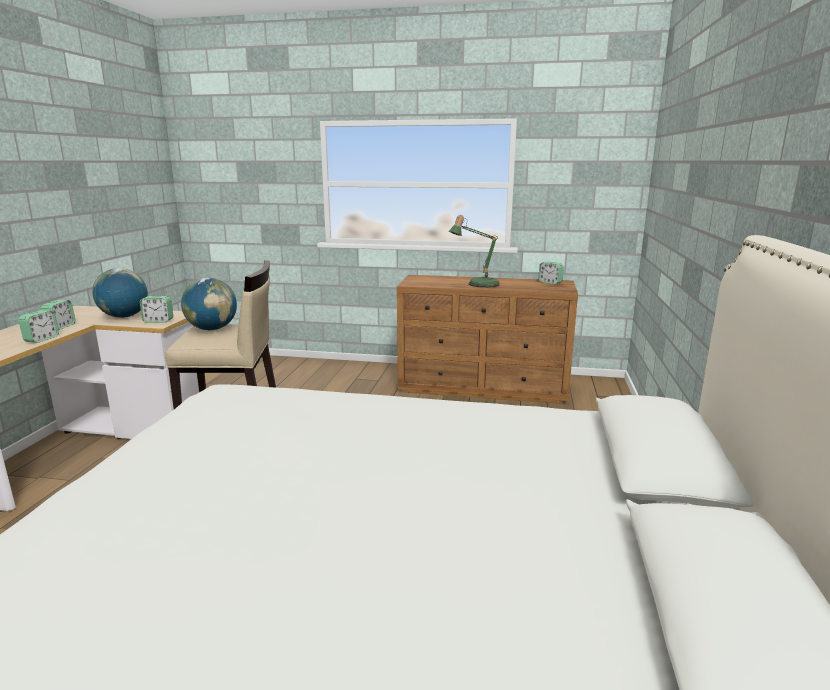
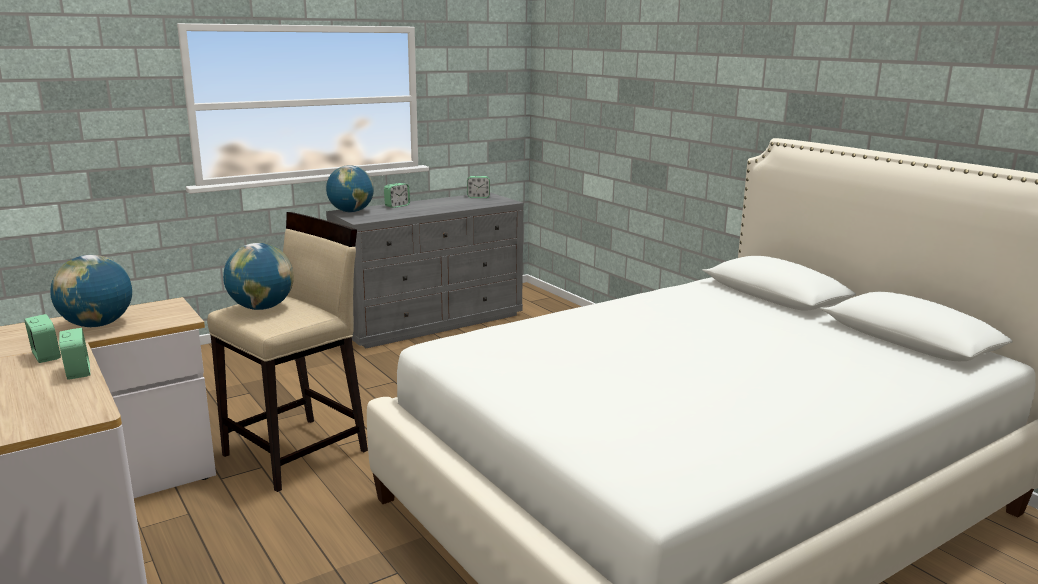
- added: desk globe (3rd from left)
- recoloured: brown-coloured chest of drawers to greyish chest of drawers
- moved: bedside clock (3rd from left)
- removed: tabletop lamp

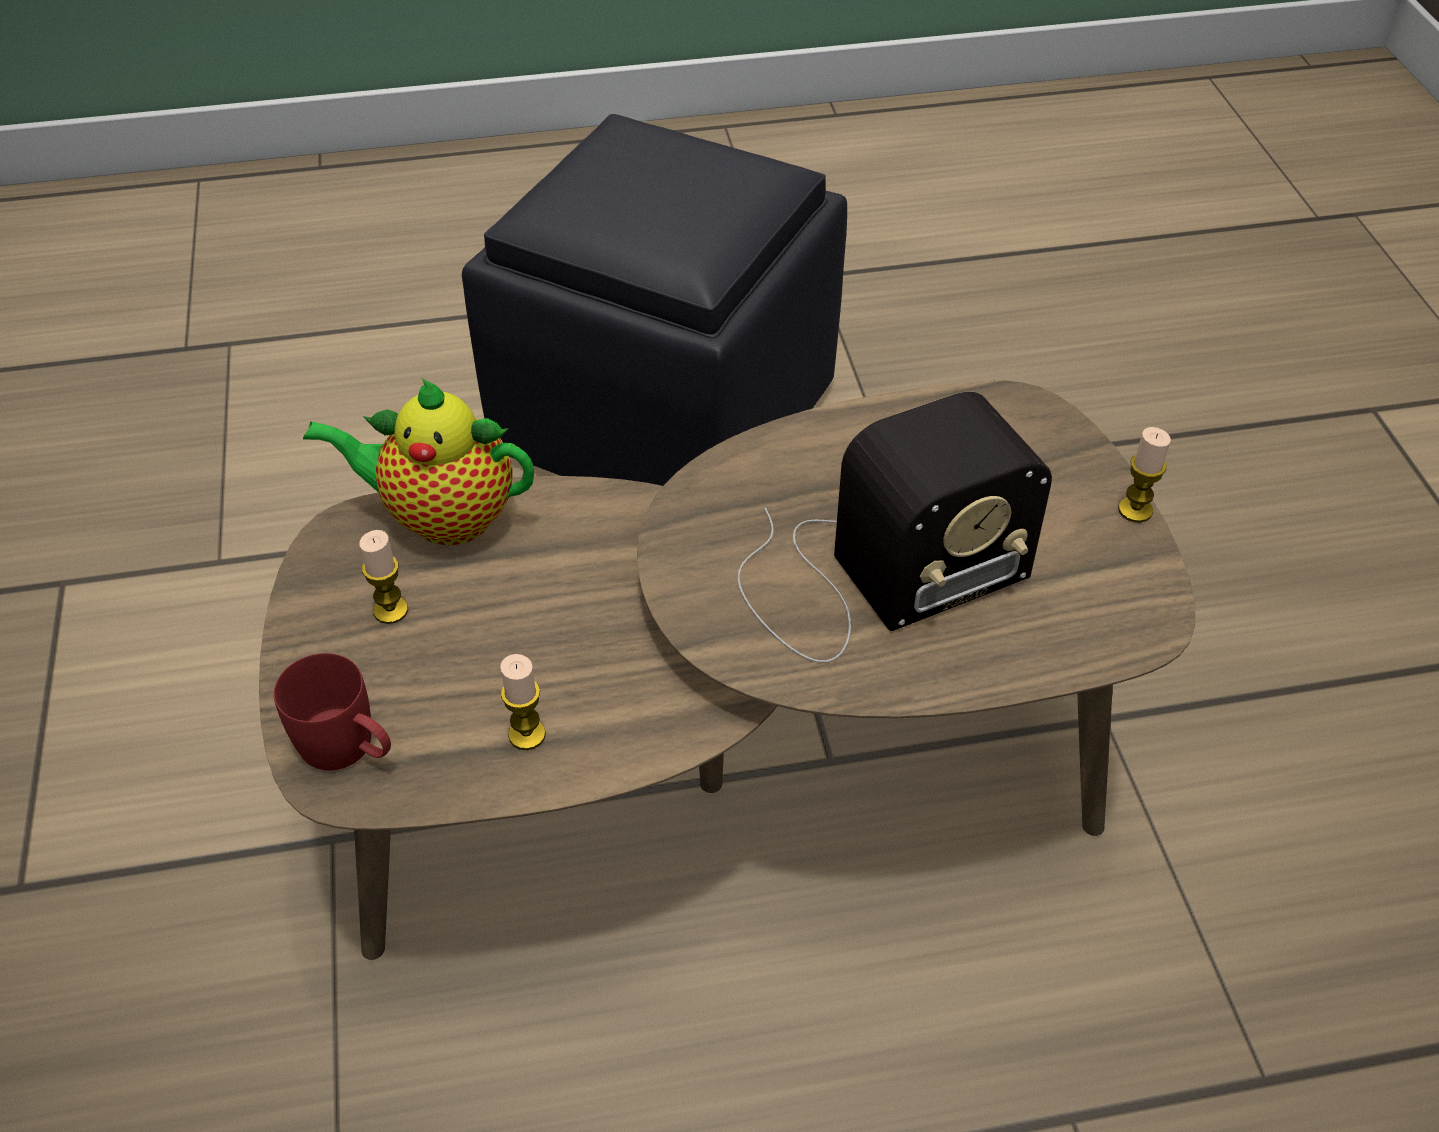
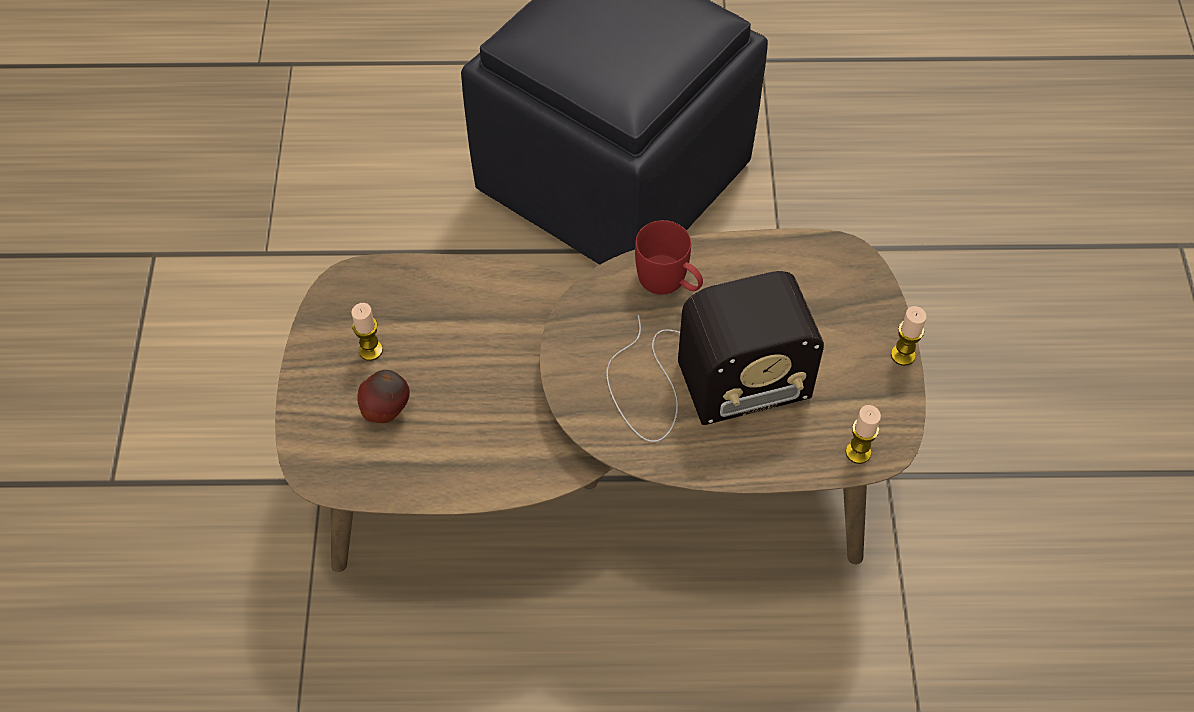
- added: apple
- moved: reddish mug
- moved: wax light (2nd from left)
- removed: tea pot

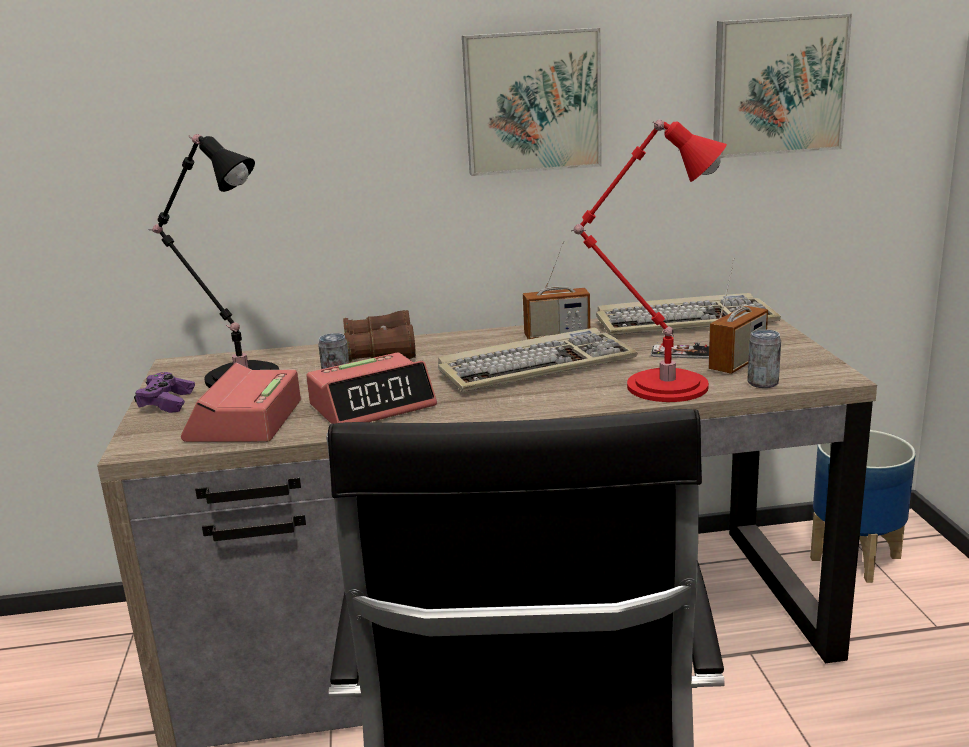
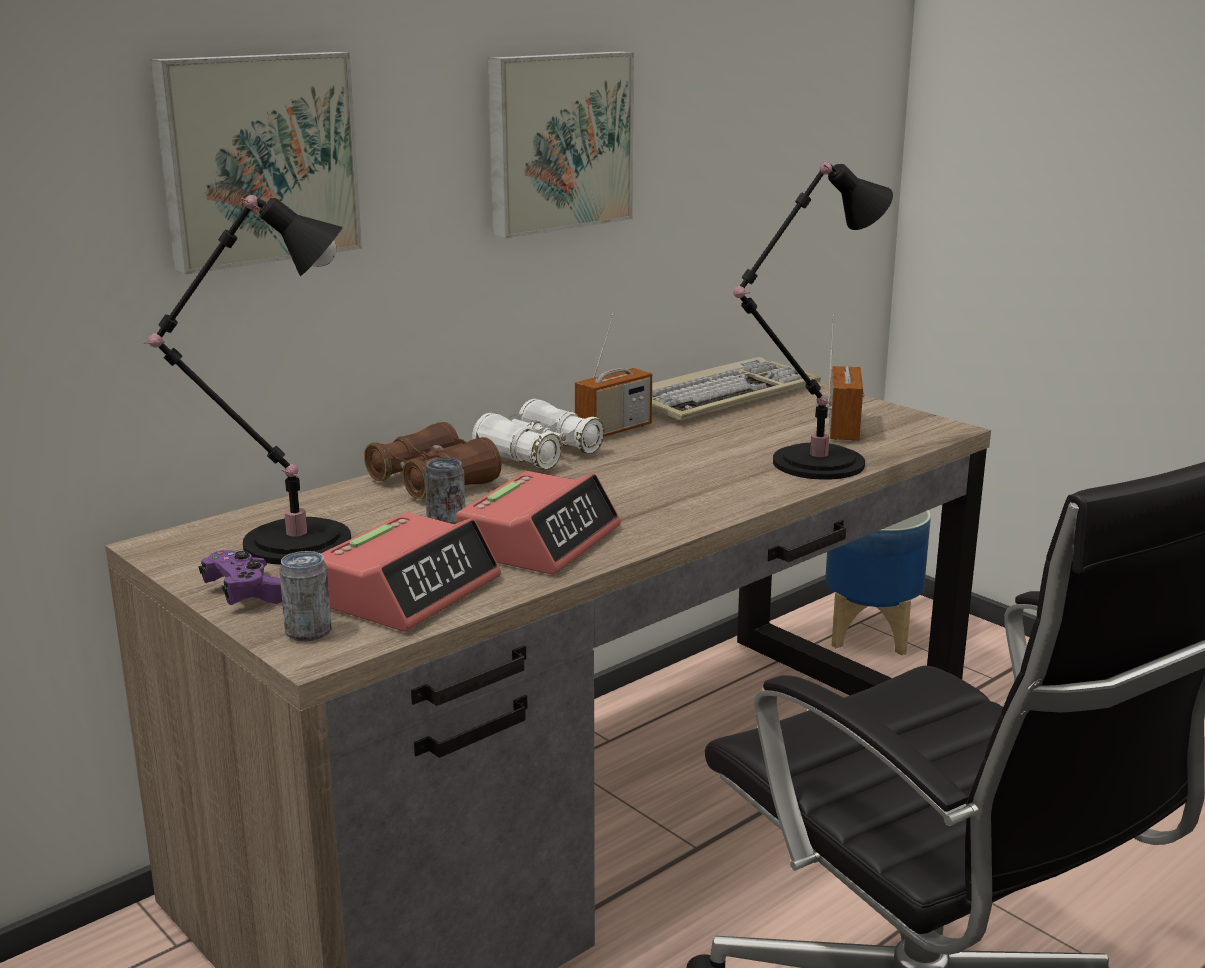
- moved: wall picture (2nd from left in the first image) to wall picture (1st from left)
- moved: metal can (2nd from left in the first image) to metal can (1st from left)
- turned: bedside clock (1st from left) 120 degrees counterclockwise
- added: whitish pair of binoculars
- recoloured: reddish tabletop lamp to black-coloured tabletop lamp (2nd from left)
- removed: keyboard (1st from left)
- removed: handset

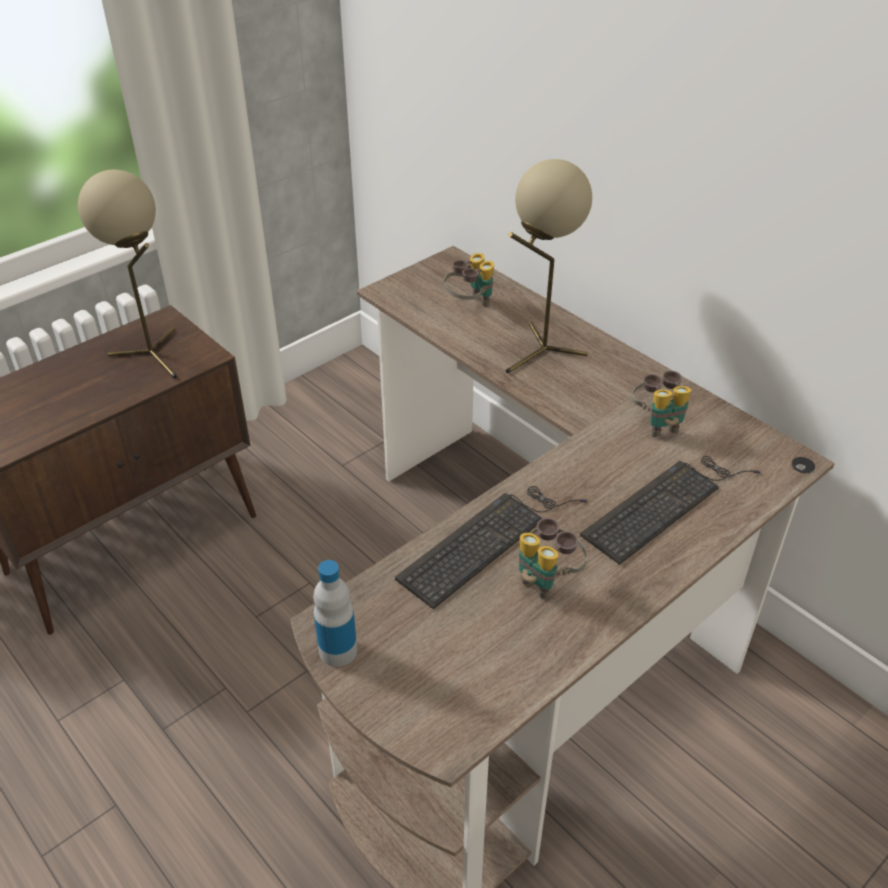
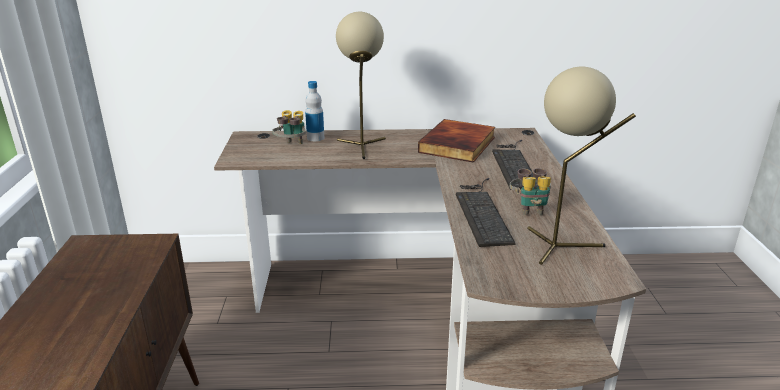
- moved: bottle
- replaced: pair of binoculars (3rd from left) to volume
- moved: beige tabletop lamp (1st from left in the first image) to beige tabletop lamp (2nd from left)

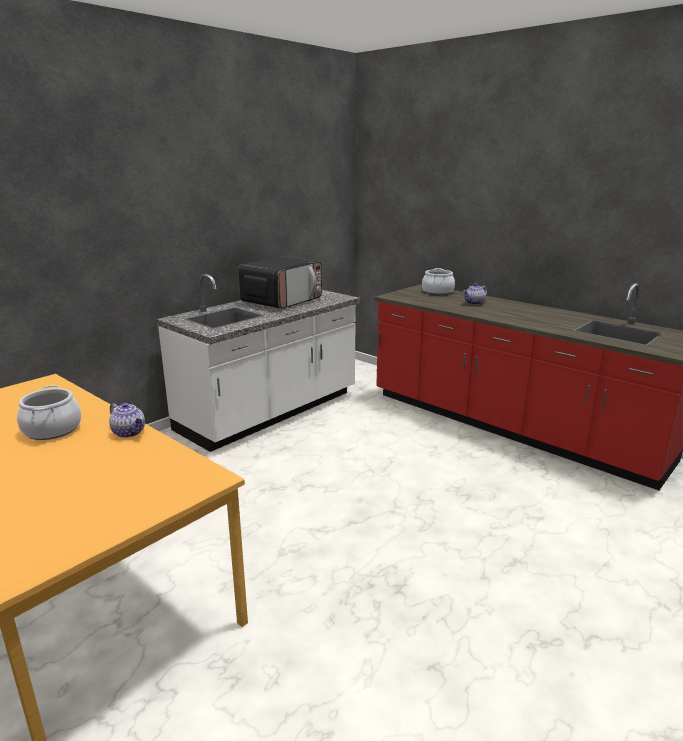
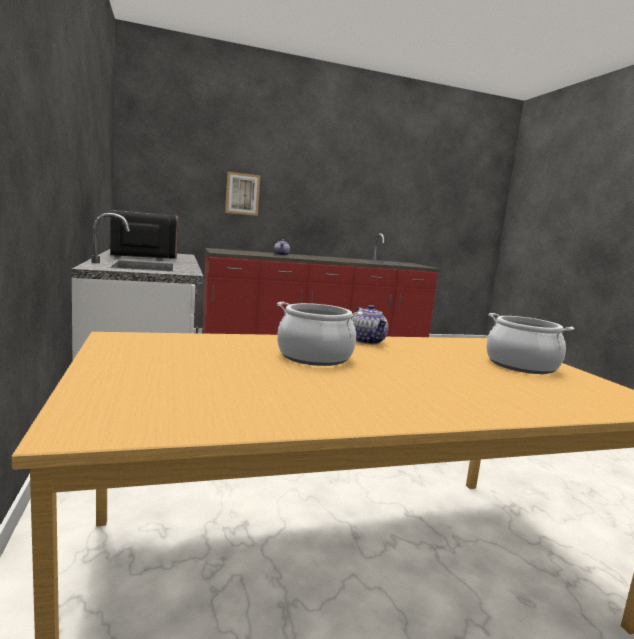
- added: wall picture
- turned: tea pot (1st from left in the first image) 90 degrees clockwise
- moved: cooking pot (2nd from left)

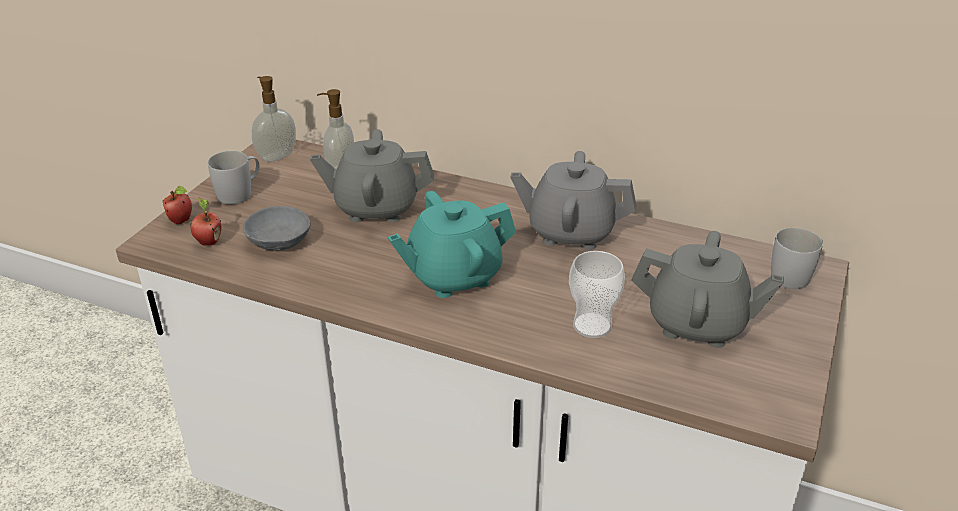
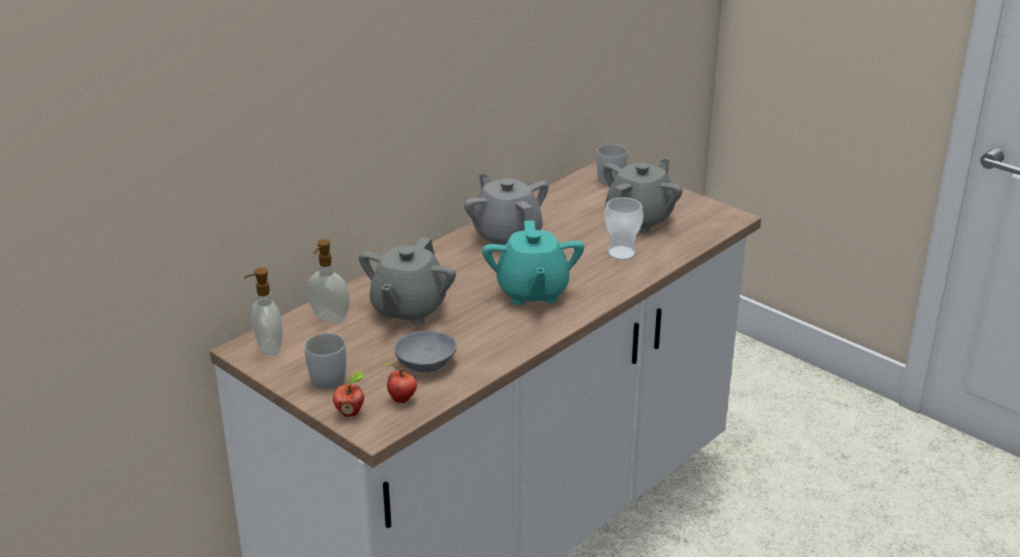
- turned: greyish tea pot (2nd from left) 120 degrees clockwise

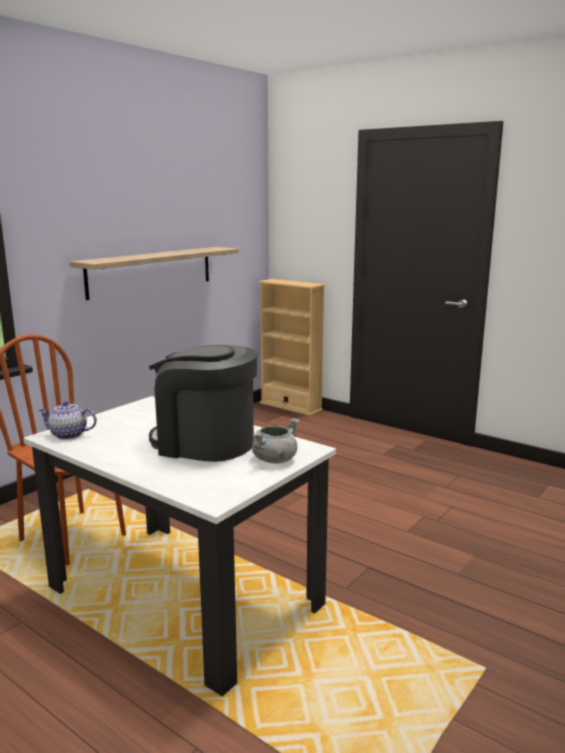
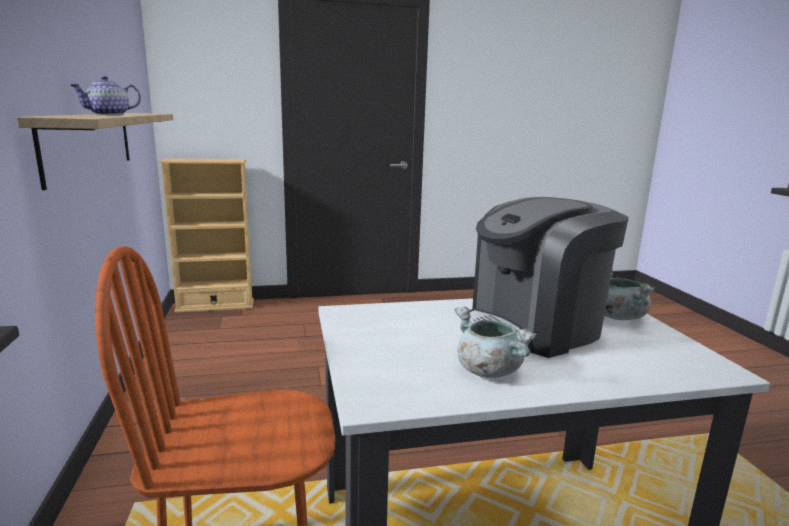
- moved: tea pot
- added: greyish cooking pot (1st from left)

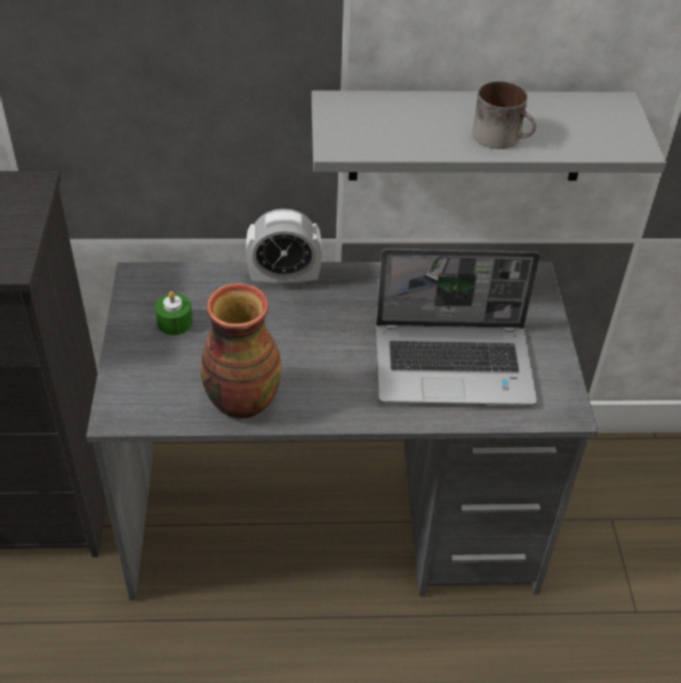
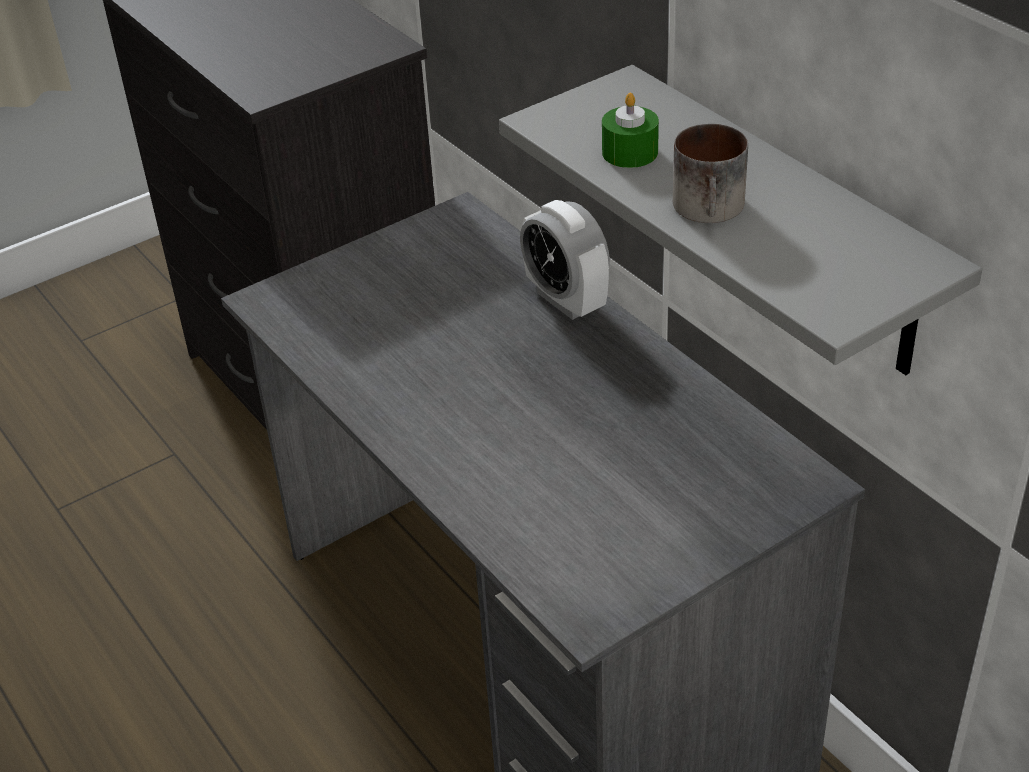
- moved: green-coloured wax light
- removed: flower vase
- removed: notebook computer

